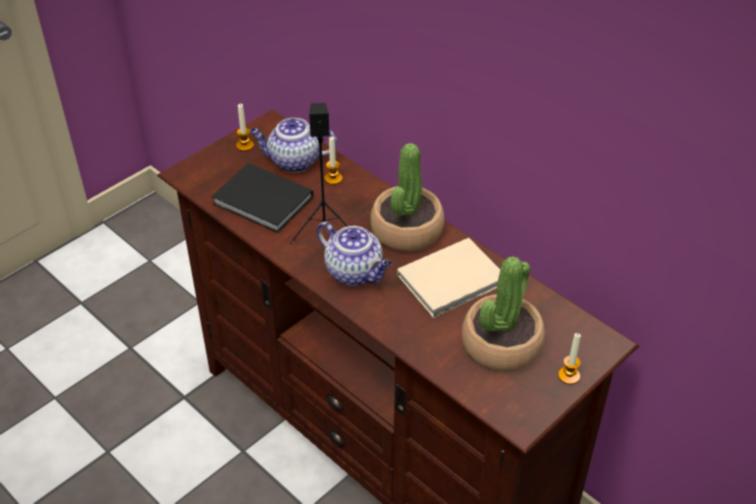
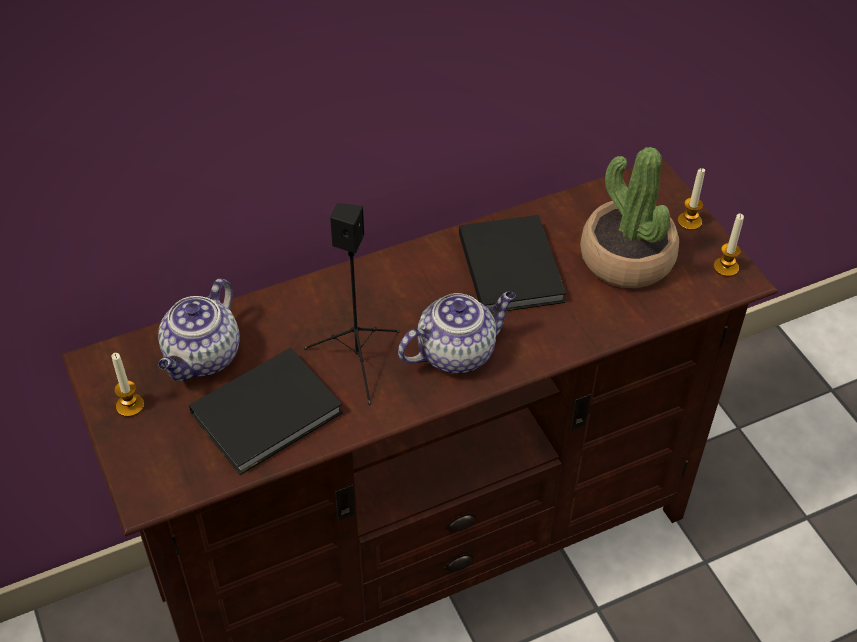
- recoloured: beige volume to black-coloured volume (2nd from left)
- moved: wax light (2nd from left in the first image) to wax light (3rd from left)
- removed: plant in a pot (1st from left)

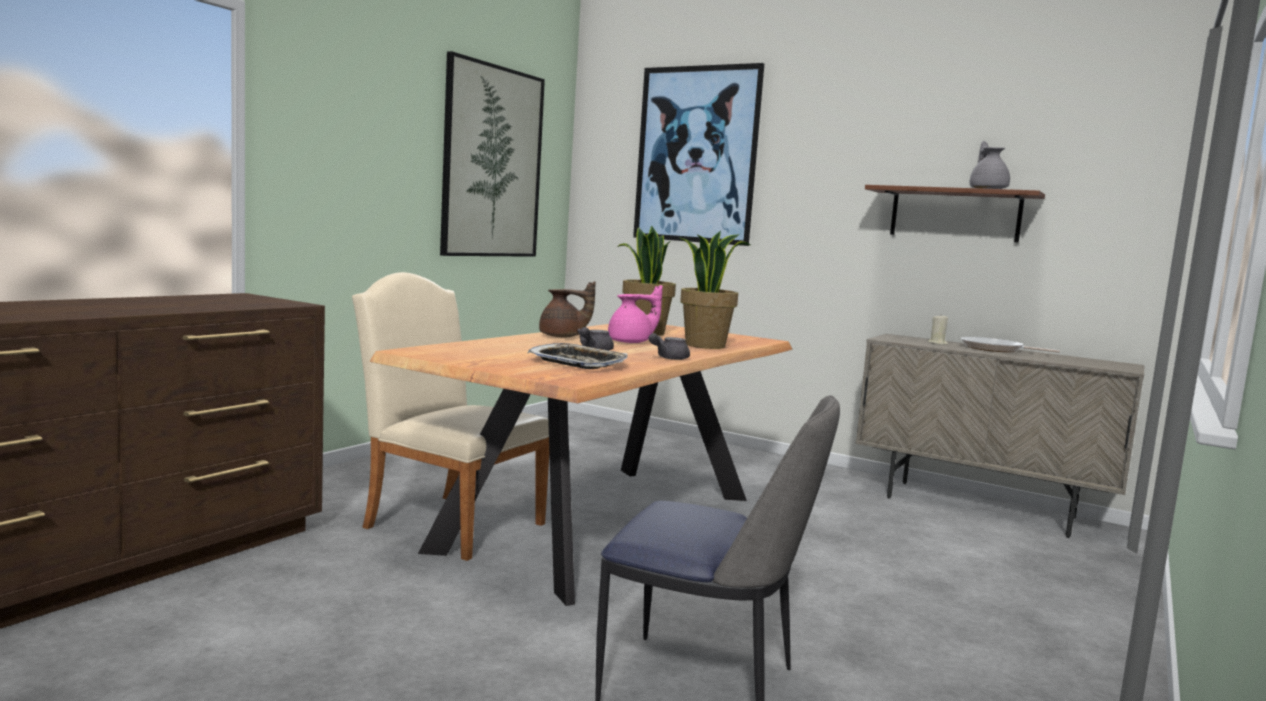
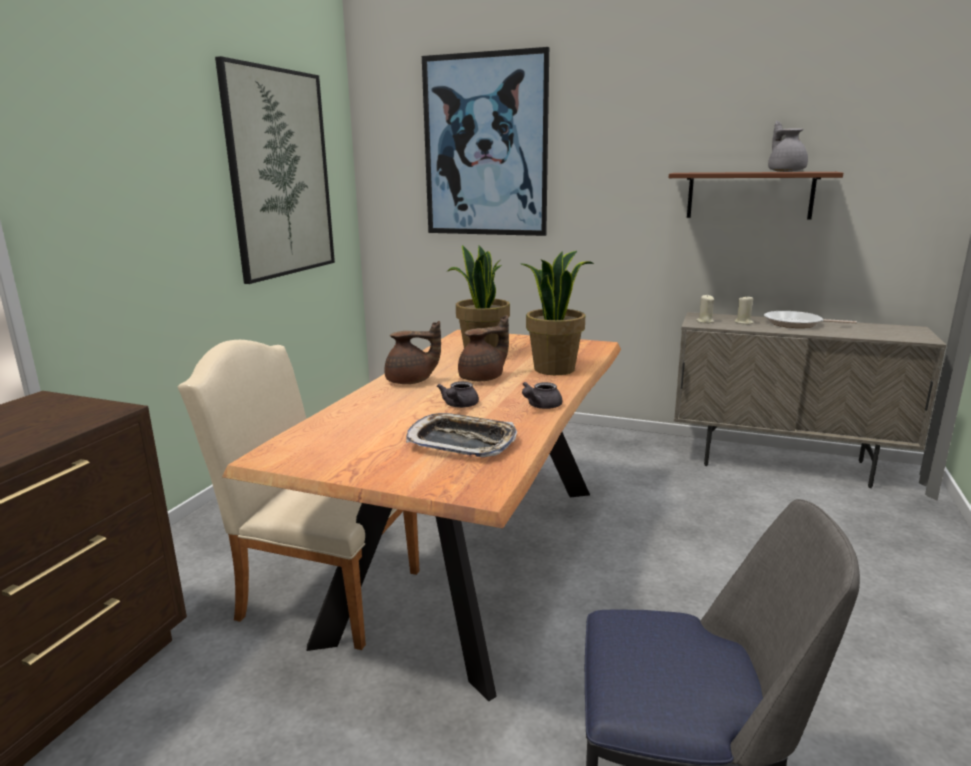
- recoloured: pink-coloured tea pot to brown-coloured tea pot (2nd from left)
- added: beige wax light (1st from left)

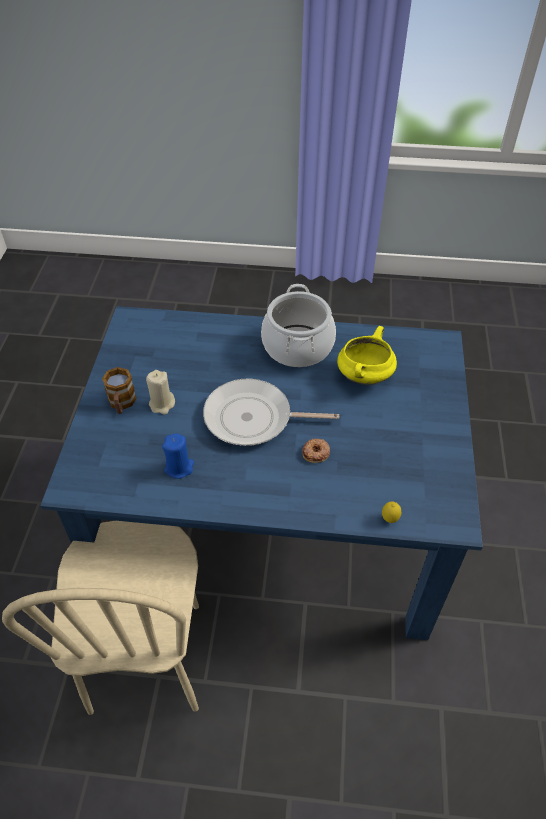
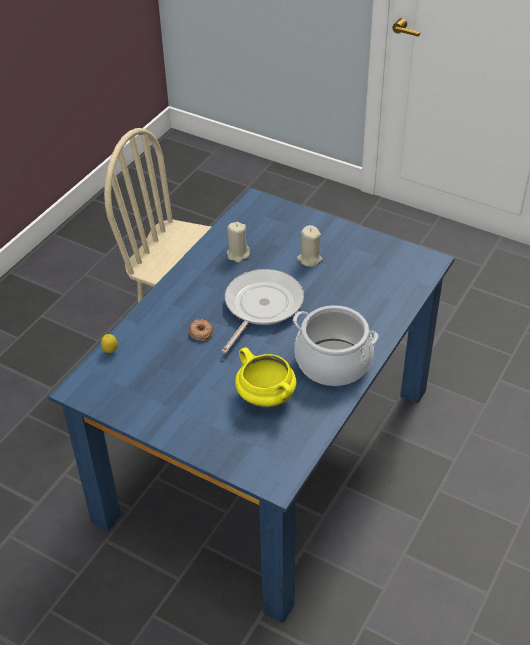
- recoloured: blue wax light to beige wax light (1st from left)
- removed: mug

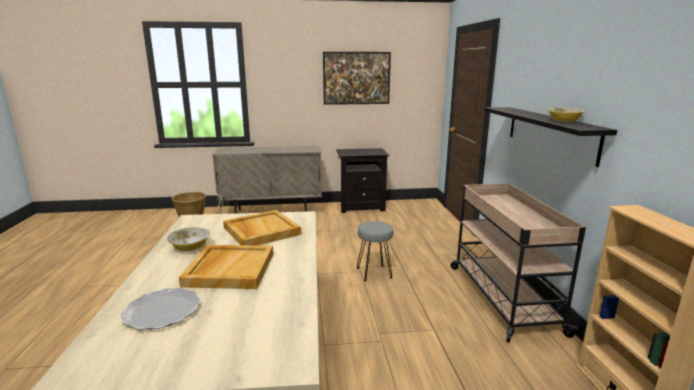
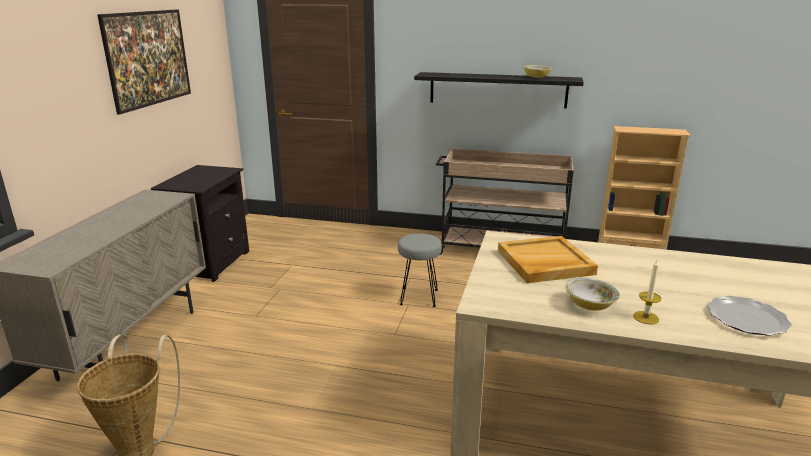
- added: wax light
- removed: beige carrying tray (1st from left)

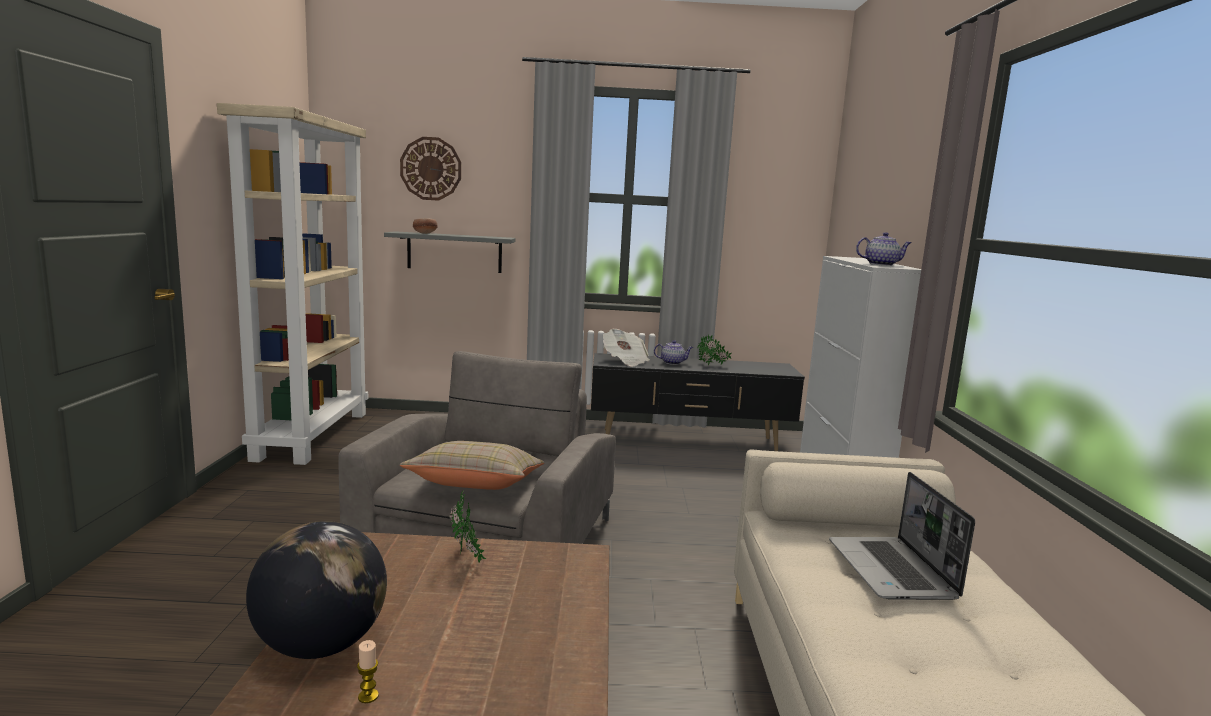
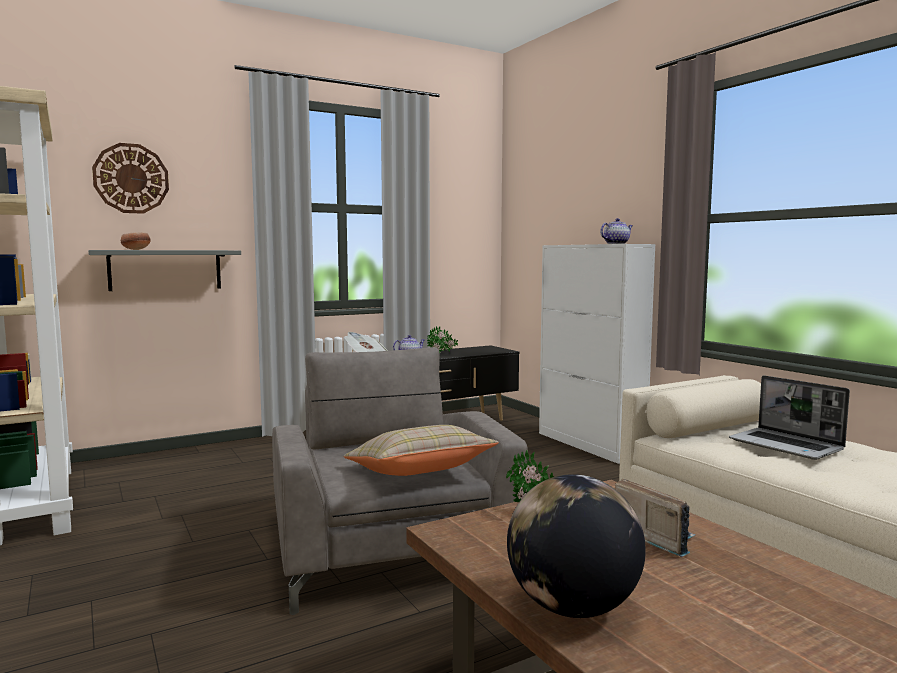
- added: radio receiver
- removed: wax light

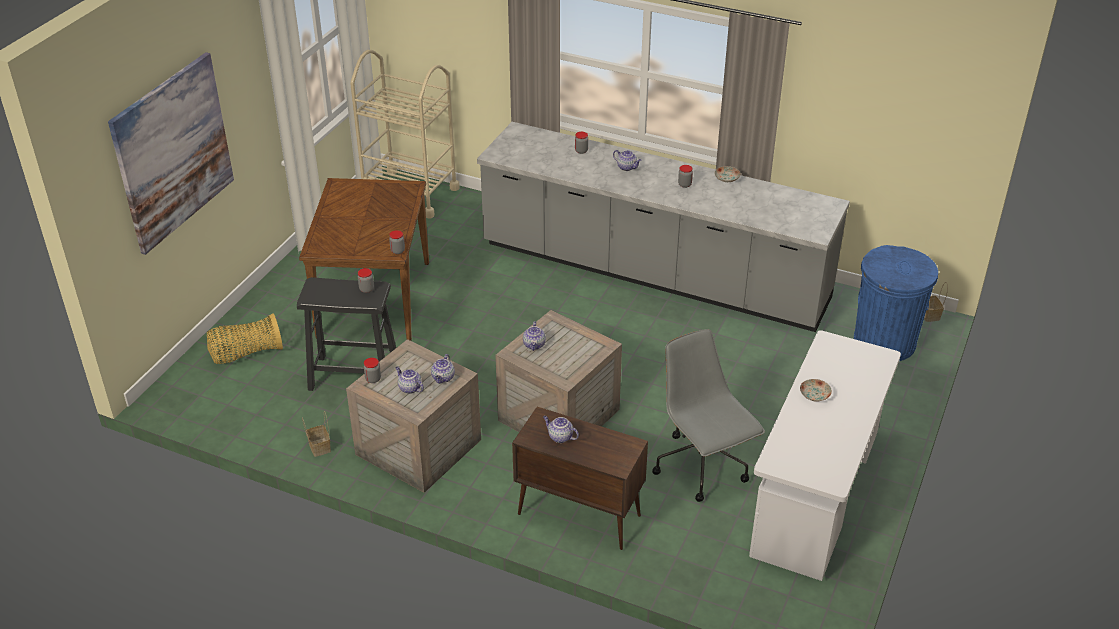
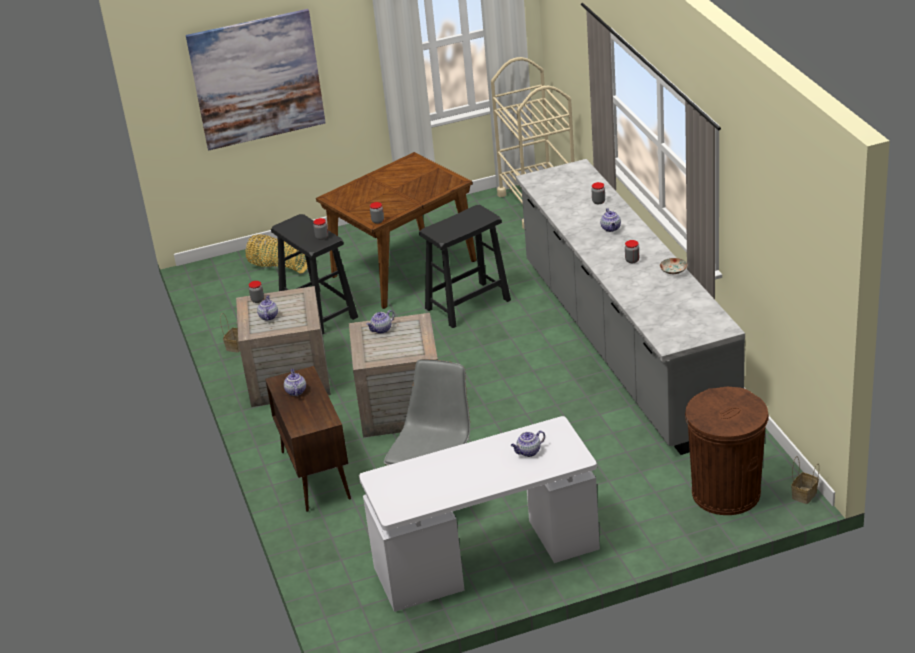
- added: black-coloured sitting stool (2nd from left)
- moved: tea pot (2nd from left in the first image) to tea pot (4th from left)
- recoloured: blue trash can to brown-coloured trash can
- removed: dinner plate (2nd from left)

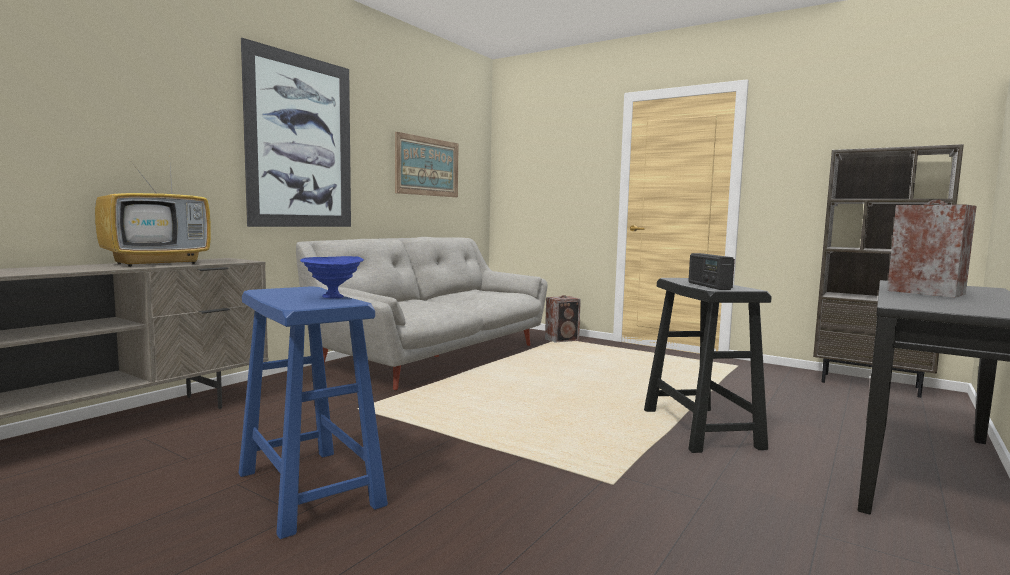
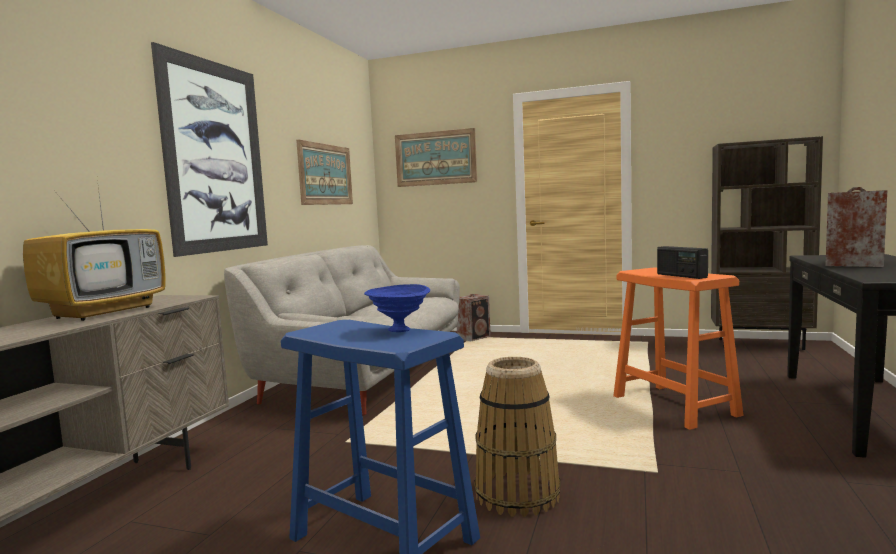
- added: wall picture (3rd from left)
- added: household basket
- recoloured: black-coloured sitting stool to orangey sitting stool

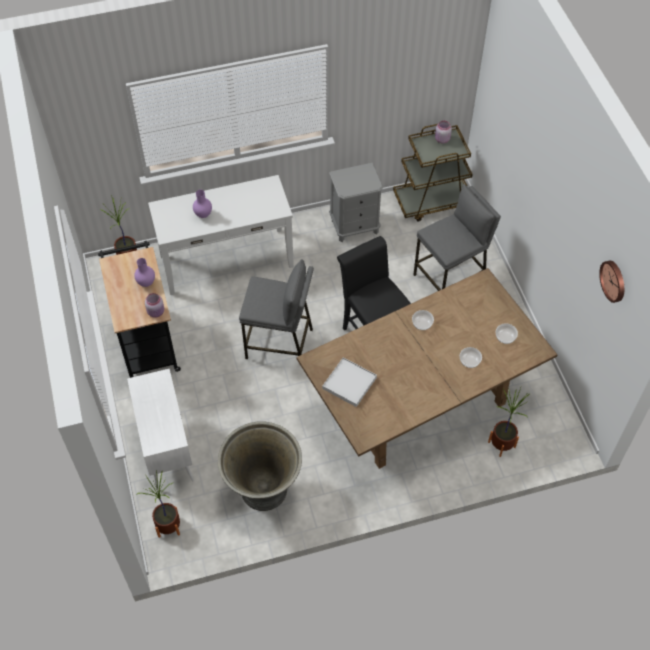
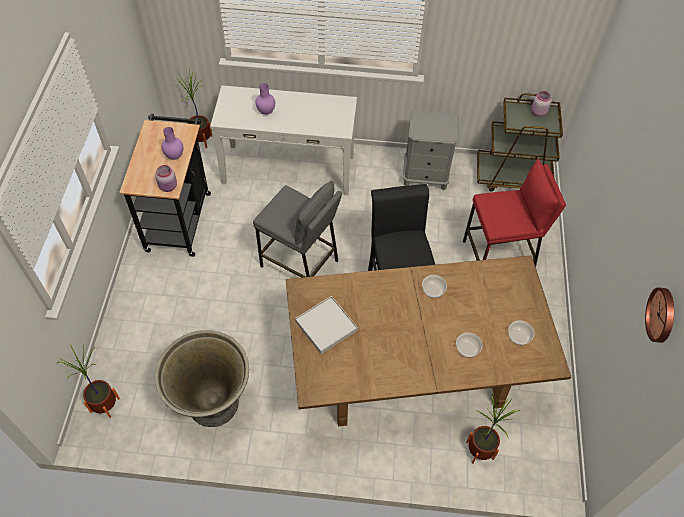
- recoloured: greyish sitting stool (2nd from left) to reddish sitting stool
- removed: whitish cabinet

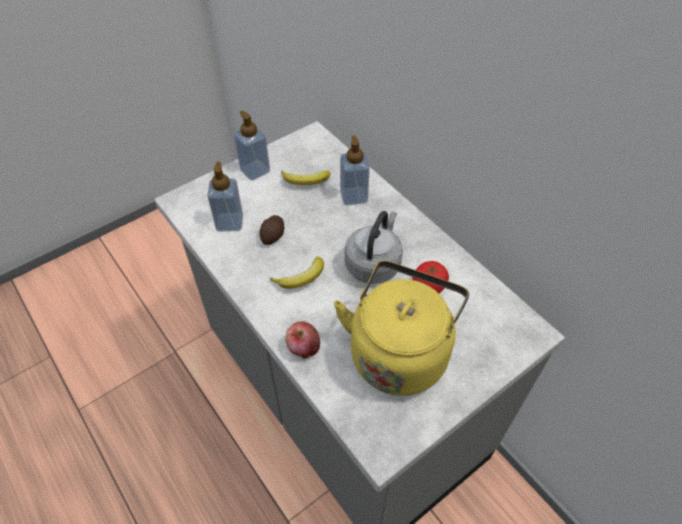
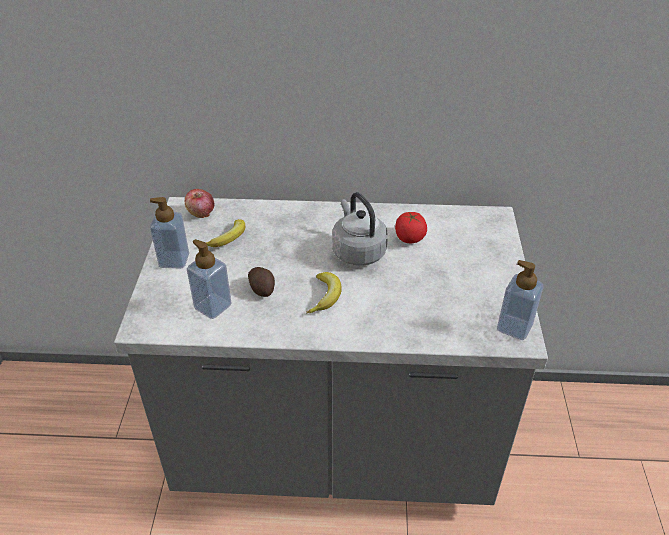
- moved: apple
- moved: soap bottle (3rd from left)
- removed: yellowish kettle

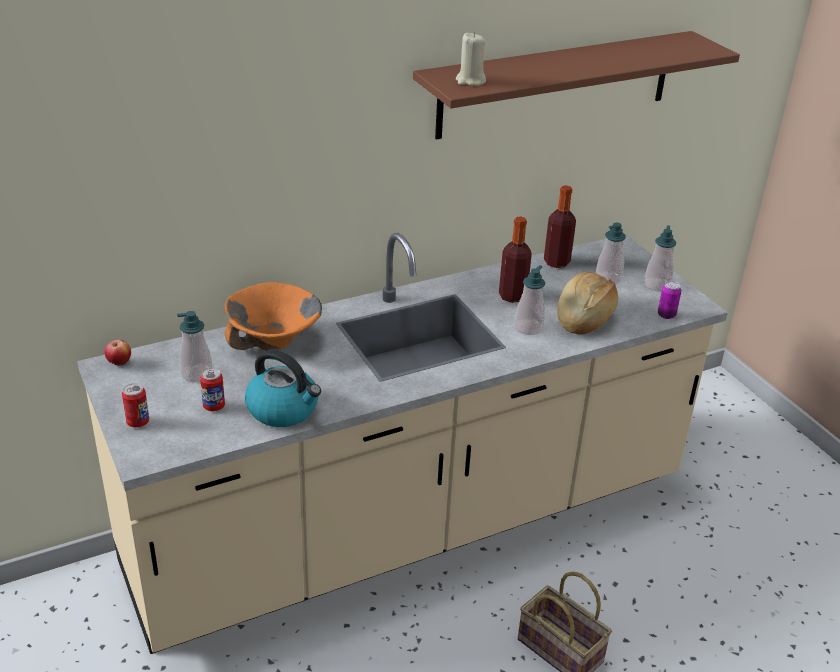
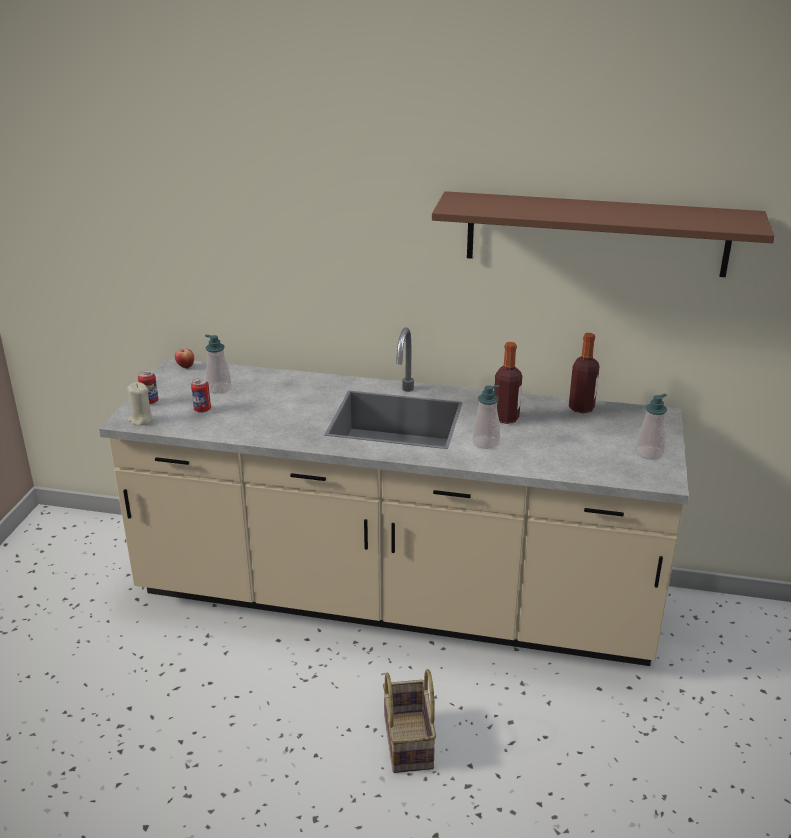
- moved: beige wax light
- removed: orangey deep dish
- removed: kettle
- removed: bakery bread
- removed: soap bottle (3rd from left)
- removed: metal can (3rd from left)

